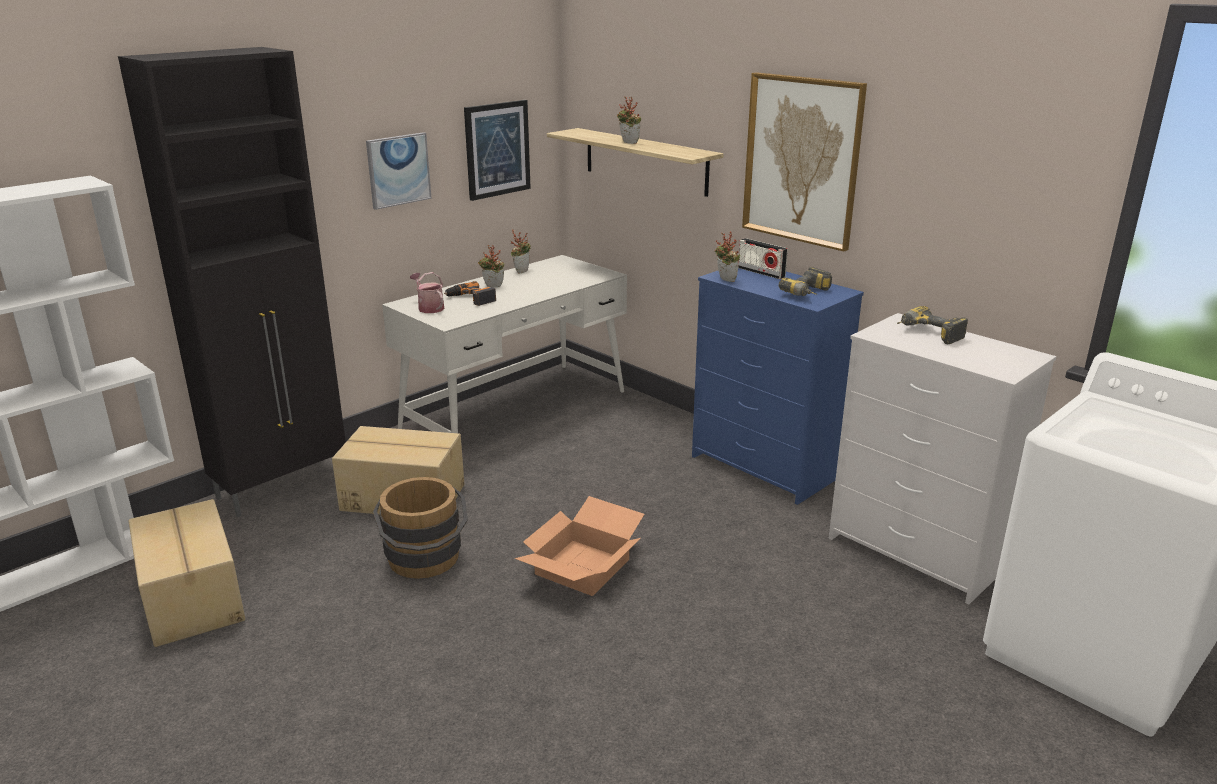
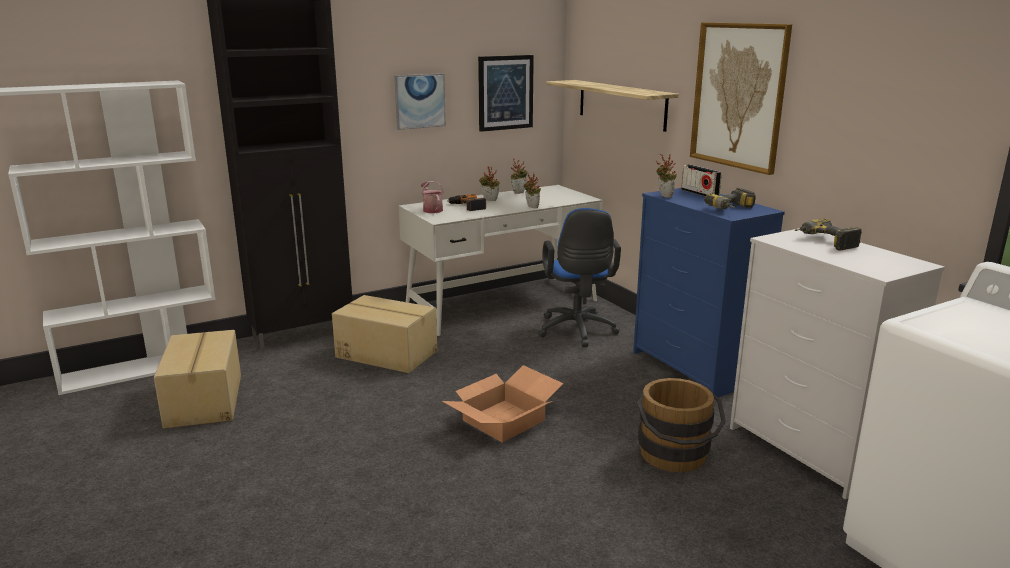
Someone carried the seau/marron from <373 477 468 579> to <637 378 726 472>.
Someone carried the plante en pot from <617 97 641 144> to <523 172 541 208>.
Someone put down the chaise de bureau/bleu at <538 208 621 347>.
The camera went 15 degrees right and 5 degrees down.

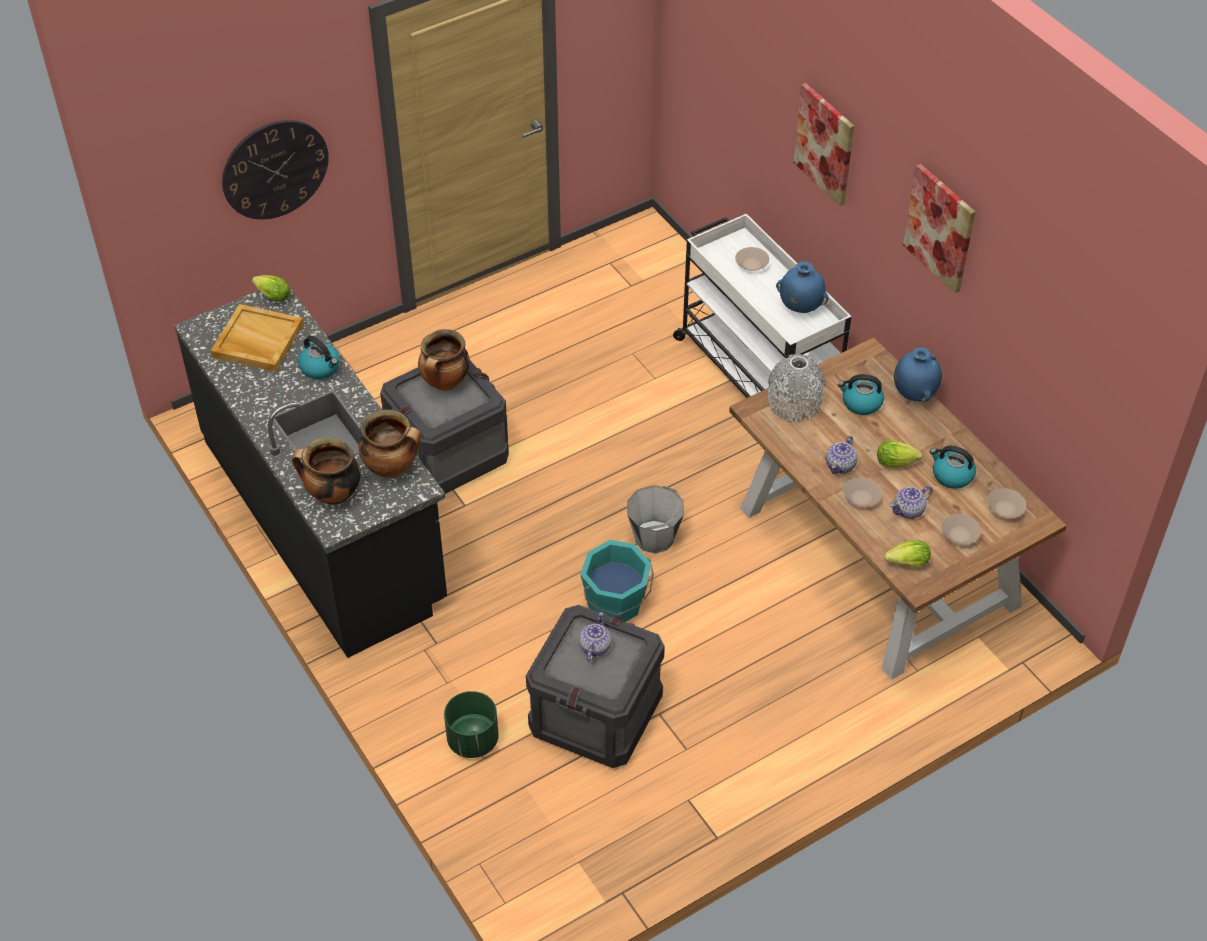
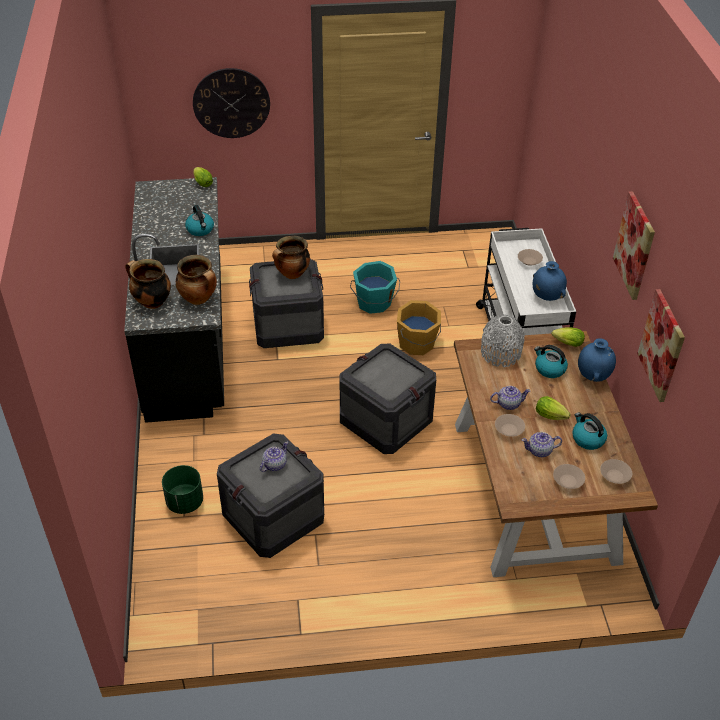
Someone took away the plateau/beige at <211 304 304 372>.
Someone carried the seau/turquoise from <580 540 654 622> to <350 261 400 314>.
Someone swapped the seau/gris at <627 485 684 553> for the caisse at <339 344 436 454>.
Someone carried the tableau from <794 83 854 206> to <637 289 685 402>.
Someone rotated the théière at <826 436 857 474> by 150 degrees counterclockwise.
Someone carried the laitue from <884 540 931 566> to <552 327 585 347>.
Someone put down the seau/orange at <397 300 441 355>.
The camera went 25 degrees right and 5 degrees down.

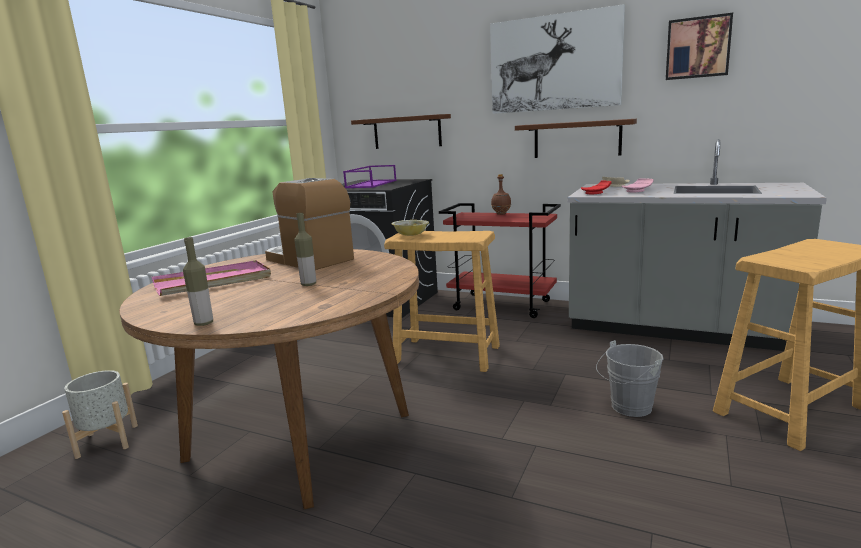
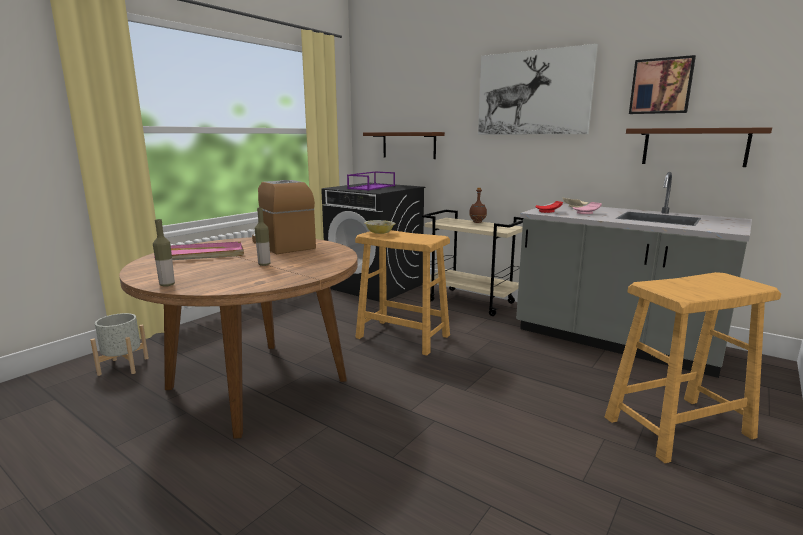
Someone repainted the chariot/rouge at <439 203 561 318>, which became the chariot/beige at <422 210 523 316>.
Someone carried the étagère/marron from <515 119 637 158> to <626 127 772 167>.
Someone took away the seau/gris at <596 340 664 417>.
The camera went 10 degrees right and 0 degrees up.

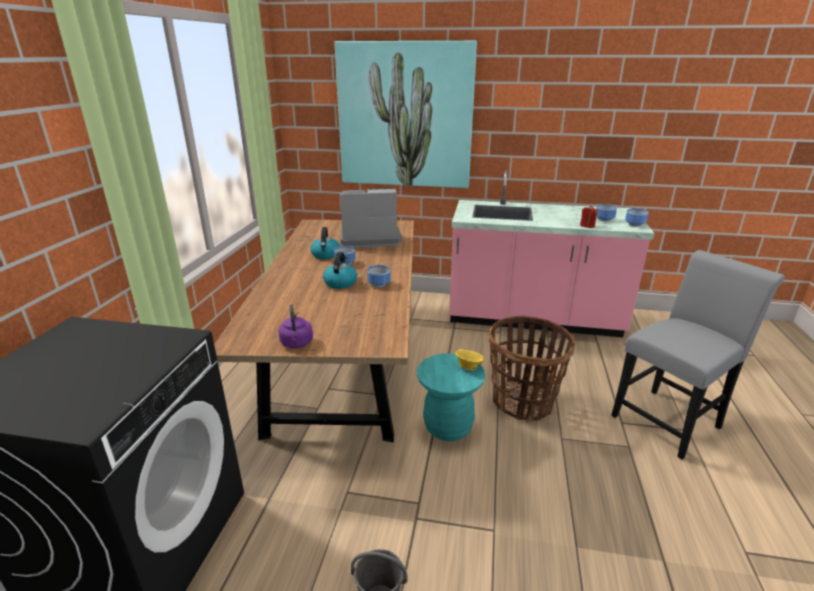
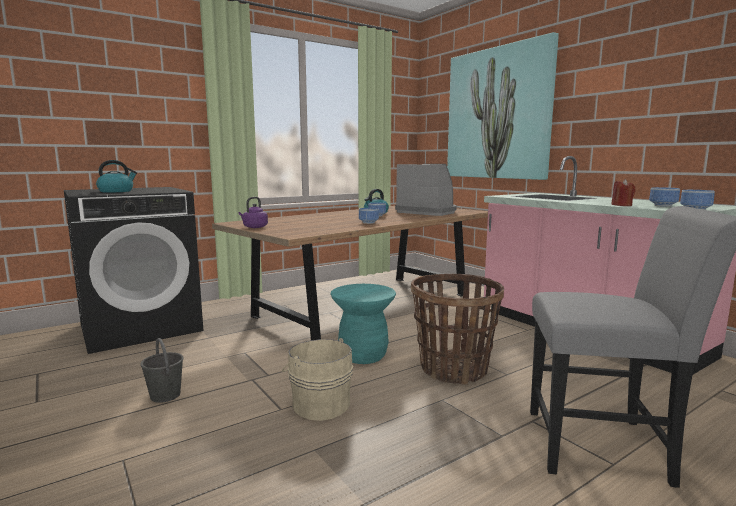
Someone carried the bouilloire from <323 252 357 289> to <96 160 137 192>.
Someone took away the bol/jaune at <456 349 485 370>.
Someone put down the seau/beige at <282 338 353 421>.
The camera went 45 degrees right and 15 degrees down.

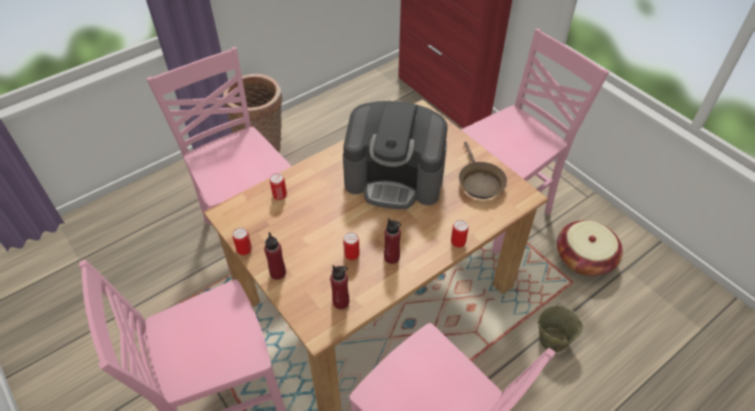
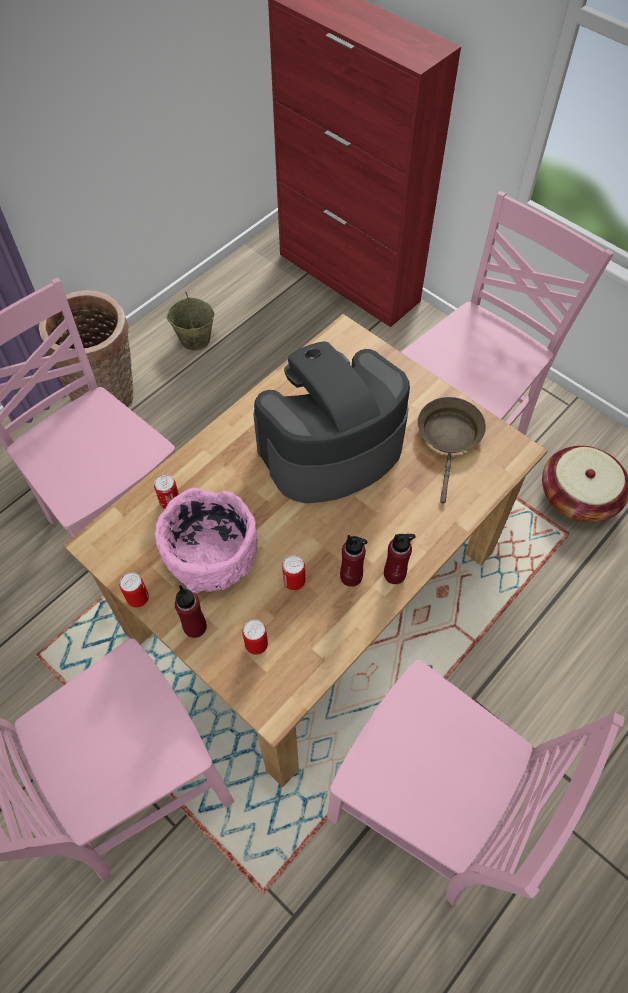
Someone carried the bouteille/rouge from <330 265 349 309> to <384 534 415 584>.
Someone rotated the machine à café at <343 101 447 209> by 150 degrees clockwise.
Someone carried the boîte métallique from <451 220 469 248> to <242 619 268 655>.
Someone rotated the poêle/marron at <459 142 507 199> by 150 degrees counterclockwise.
Someone carried the seau/beige from <537 303 583 353> to <166 292 215 351>.
Someone put down the bol/rose at <154 488 258 593>.
The camera went 10 degrees left and 10 degrees up.

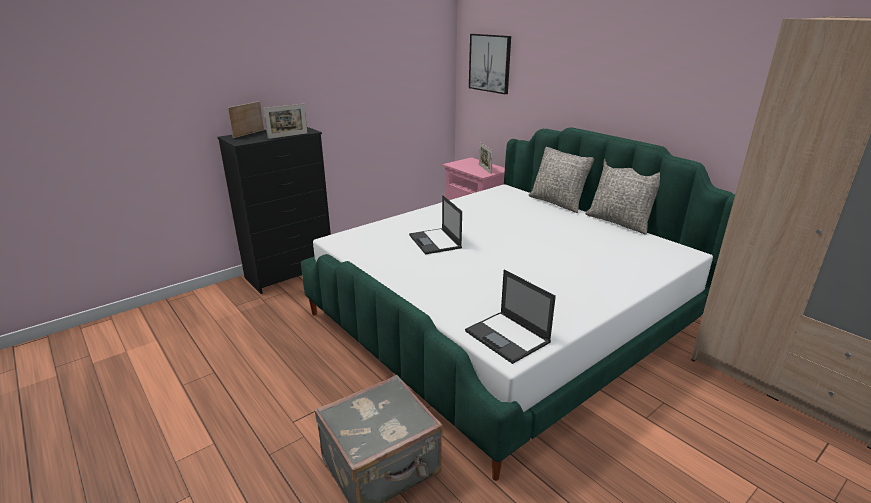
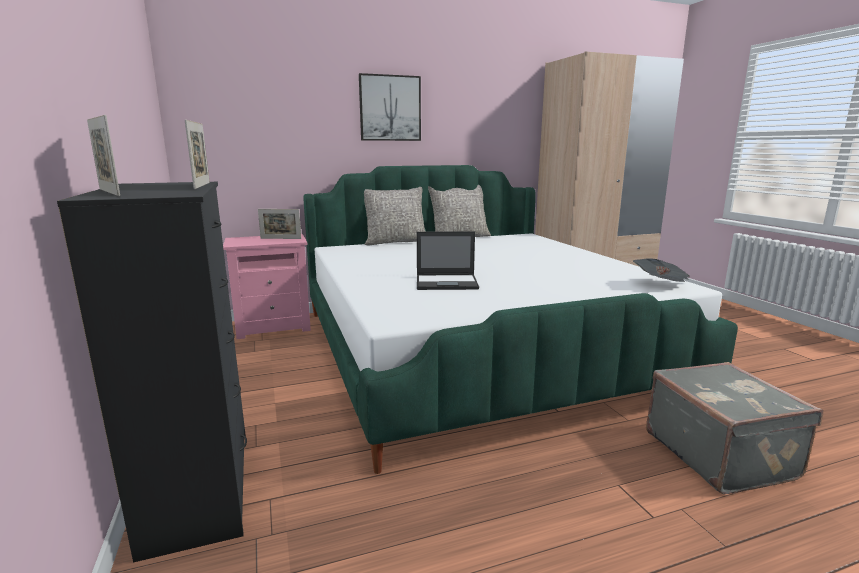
Someone swapped the ordinateur portable at <465 269 556 364> for the journal at <633 258 690 282>.
Someone carried the tableau from <469 34 511 94> to <359 73 421 141>.
The camera went 70 degrees left and 10 degrees down.

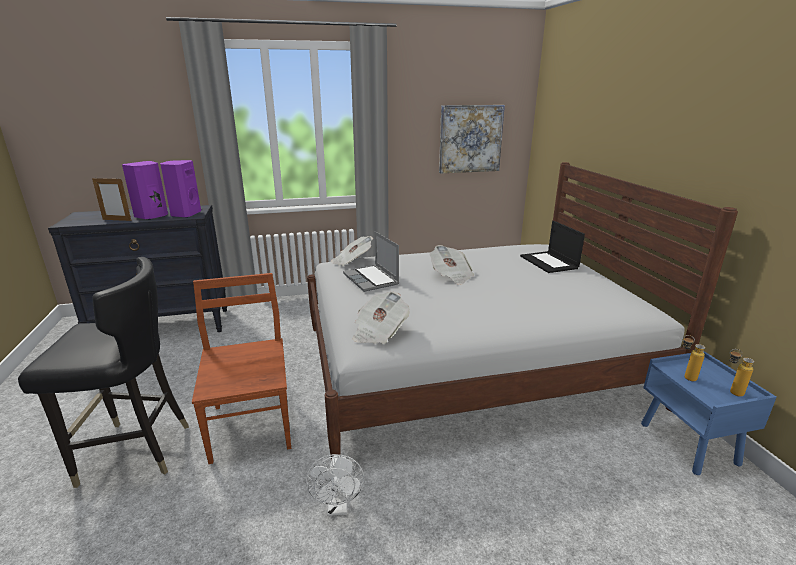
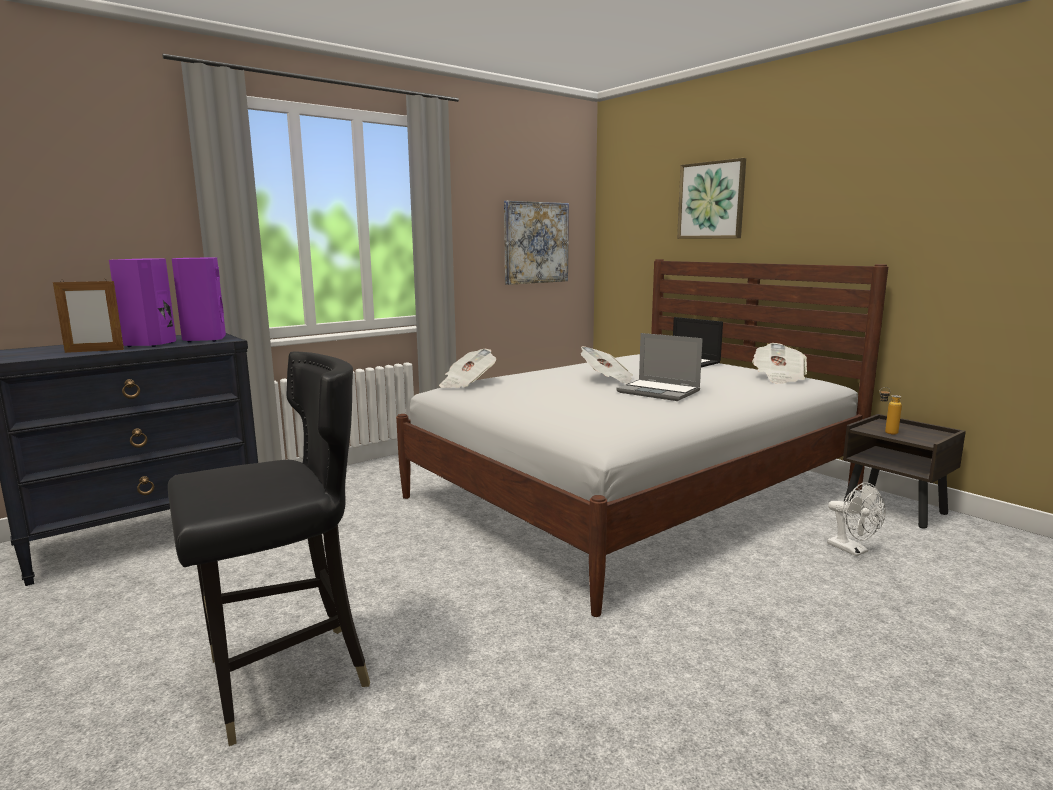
Someone took away the chaise/marron at <192 273 291 464>.
Someone carried the ventilateur/blanc from <306 454 364 516> to <827 482 885 556>.
Someone carried the ordinateur portable from <343 231 399 292> to <617 333 703 401>.
Someone carried the journal from <352 292 410 344> to <752 343 807 384>.
Someone repainted the table de chevet/bleu at <641 351 777 475>, which became the table de chevet/marron at <843 414 966 529>.
Someone took away the bouteille at <729 349 754 397>.
Someone put up the tableau at <677 158 746 239>.
The camera went 25 degrees left and 10 degrees down.

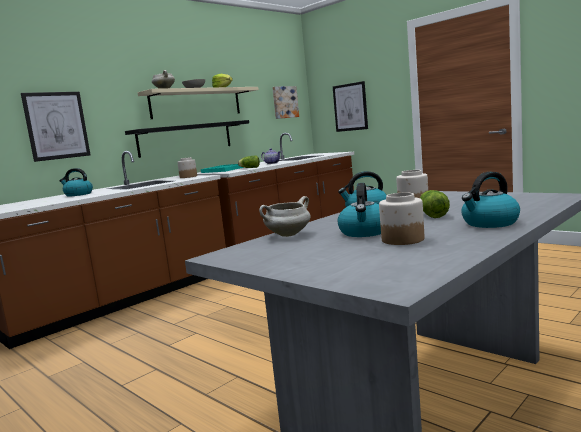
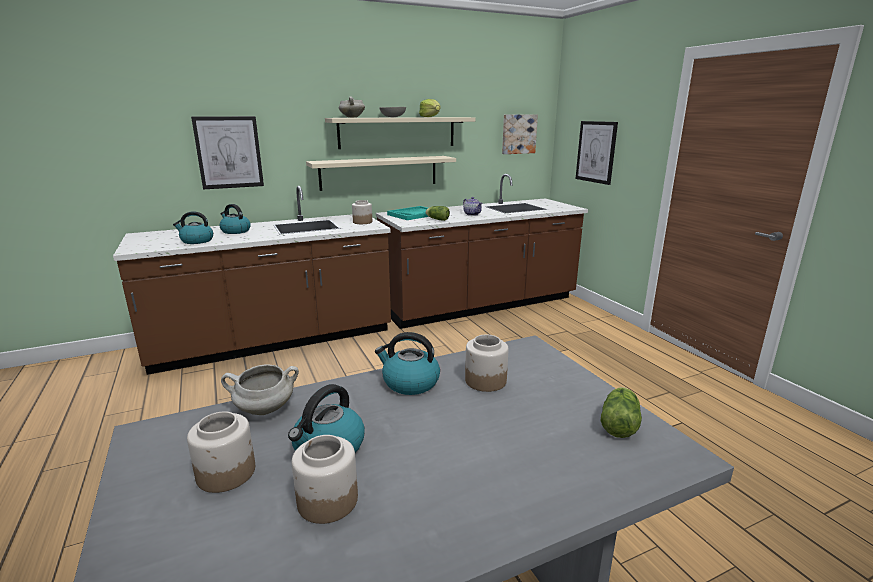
Someone repainted the étagère/noir at <125 120 249 158>, which became the étagère/beige at <306 156 456 191>.
Someone carried the laitue from <420 190 450 218> to <600 387 642 438>.
Someone carried the bouilloire from <461 172 520 228> to <173 211 213 244>.
Someone put down the bocal at <187 411 255 493>.
The camera went 20 degrees right and 10 degrees up.

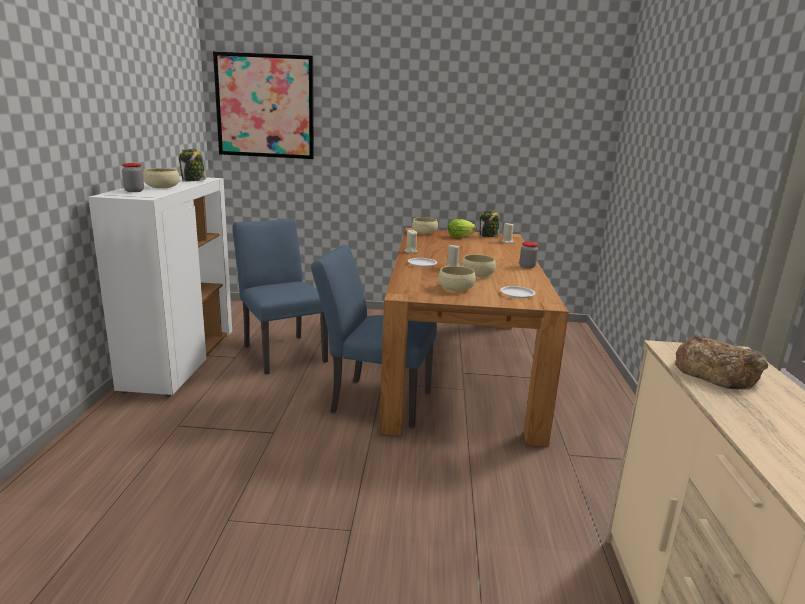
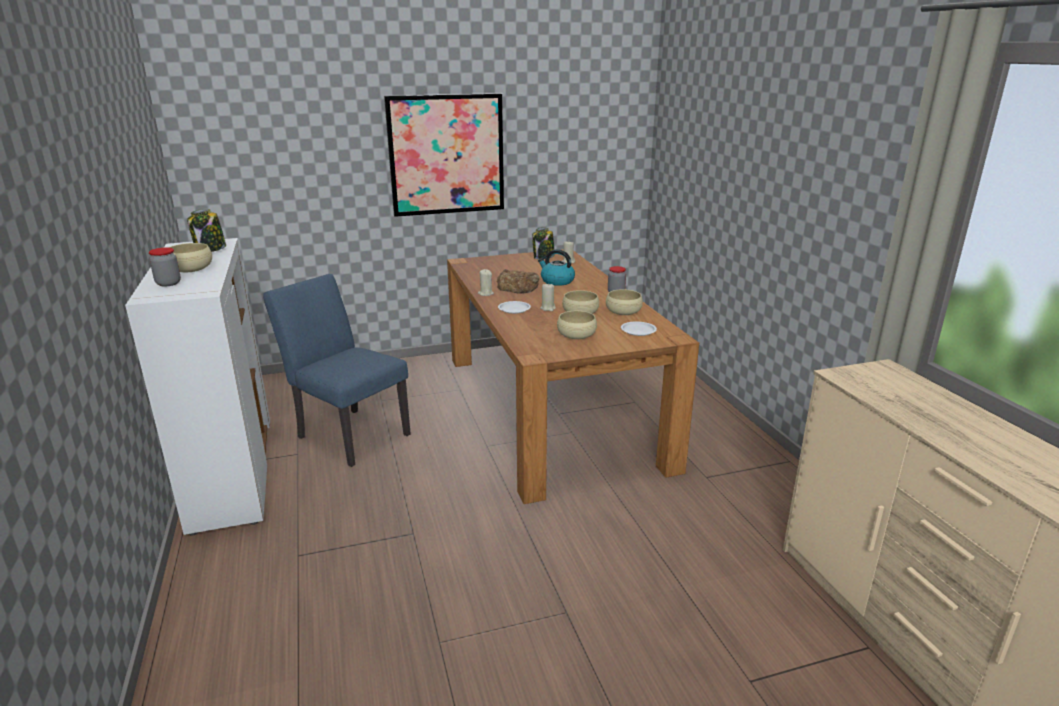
Someone carried the tableau from <213 51 314 159> to <384 93 504 217>.
Someone took away the chaise/bleu at <311 245 437 428>.
Someone carried the bol/beige from <412 217 438 234> to <606 289 643 315>.
Someone took away the laitue at <448 219 477 237>.
Someone carried the pain from <675 334 768 390> to <497 269 539 294>.
Someone put down the bouilloire at <538 249 575 286>.
The camera went 20 degrees left and 5 degrees up.

